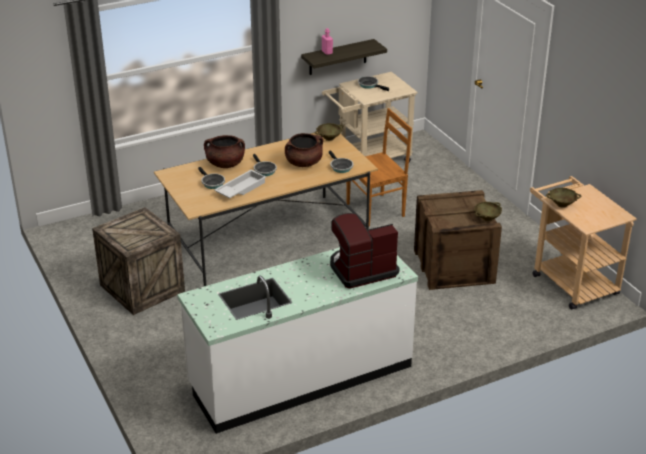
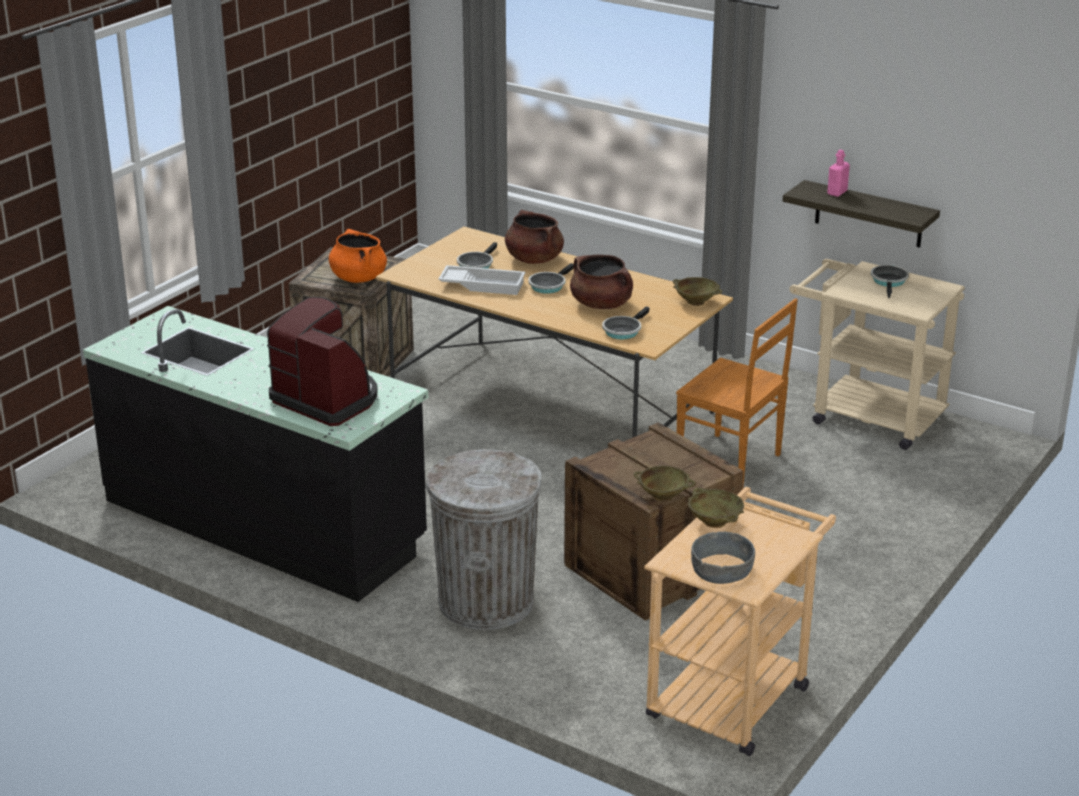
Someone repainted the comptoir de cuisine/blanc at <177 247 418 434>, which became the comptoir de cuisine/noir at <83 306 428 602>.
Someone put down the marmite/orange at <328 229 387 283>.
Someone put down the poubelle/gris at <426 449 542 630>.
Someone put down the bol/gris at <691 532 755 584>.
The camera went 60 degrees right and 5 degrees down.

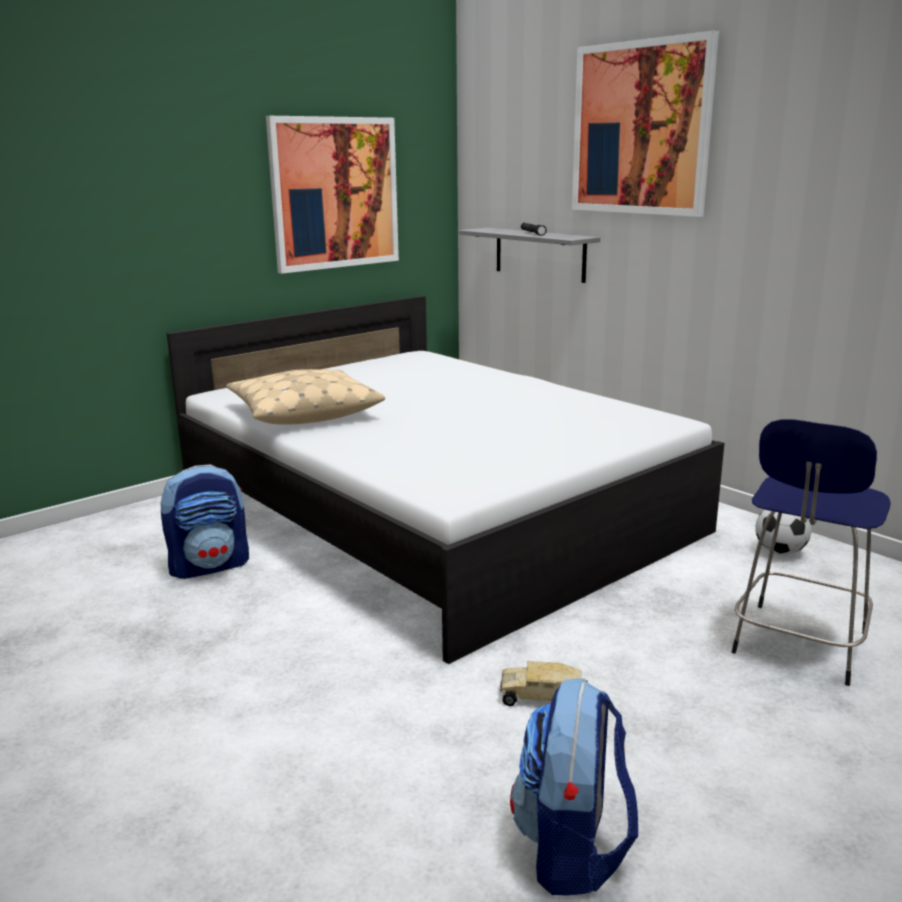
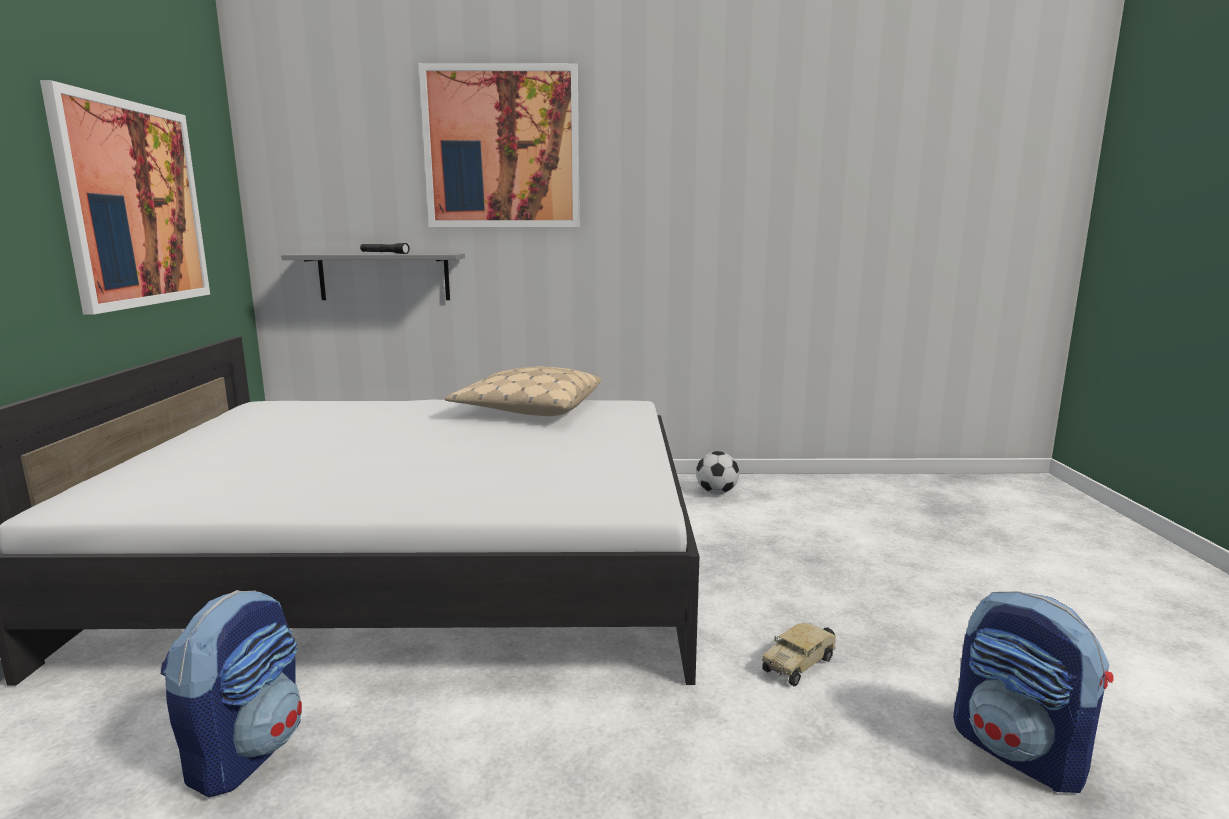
Someone carried the coussin/beige from <226 369 385 425> to <445 367 602 416>.
Someone took away the tabouret/bleu at <732 419 891 686>.
The camera went 50 degrees left and 5 degrees down.

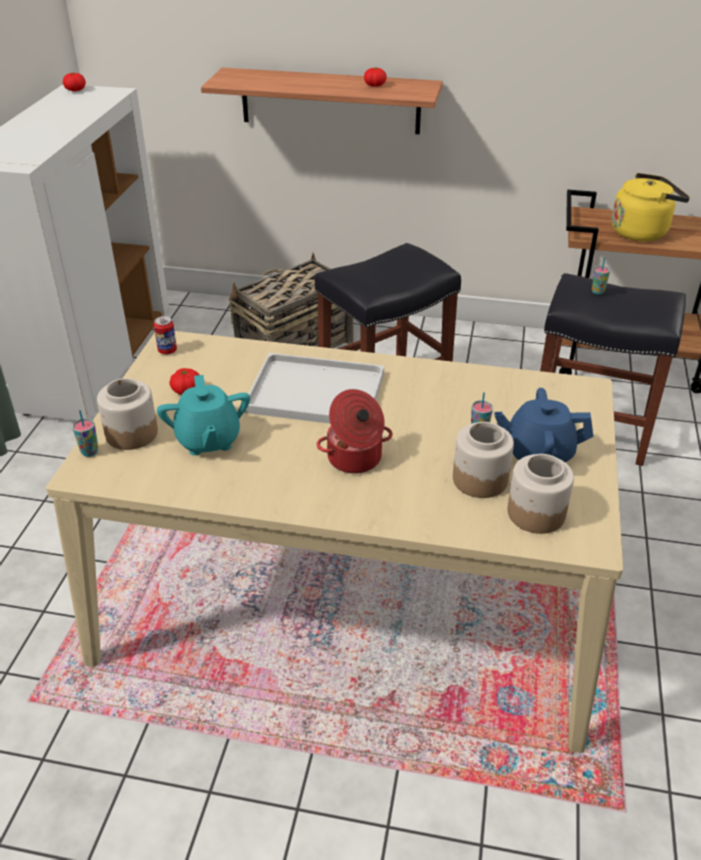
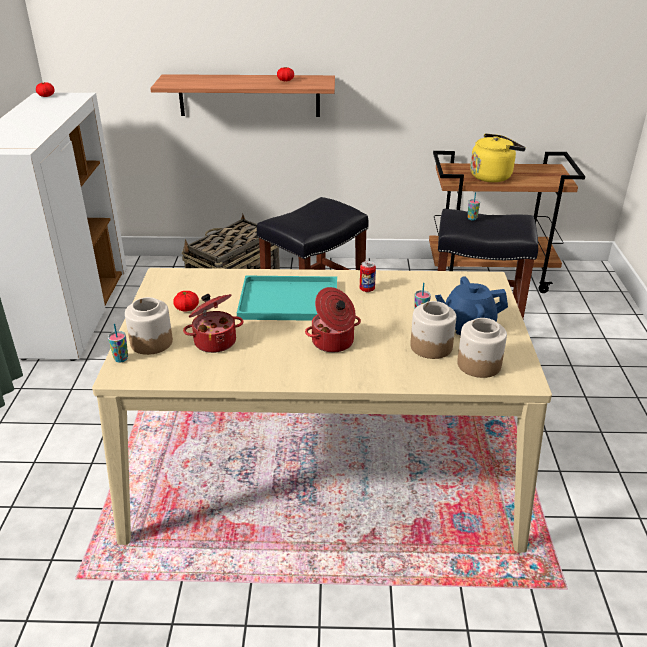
Someone carried the boîte métallique from <154 316 177 355> to <360 261 376 292>.
Someone swapped the théière/turquoise at <157 375 250 455> for the marmite at <183 294 244 353>.
Someone repainted the plateau/blanc at <244 353 384 424>, which became the plateau/turquoise at <237 276 337 321>.
The camera went 10 degrees left and 5 degrees down.

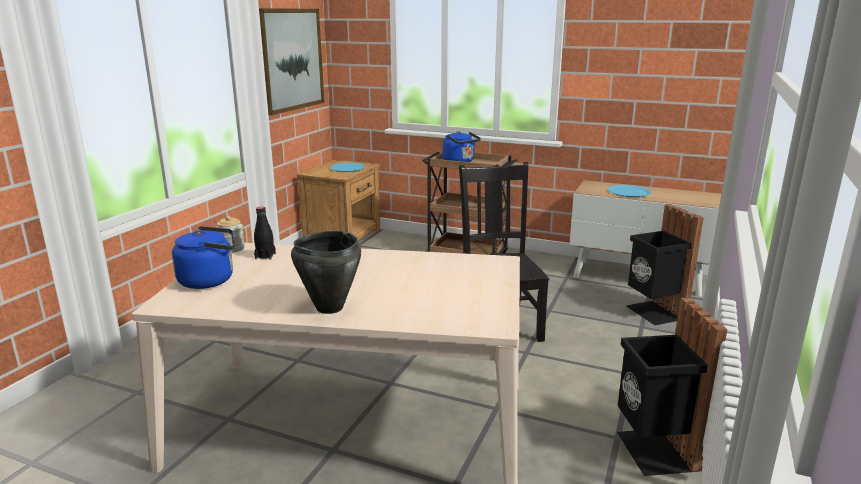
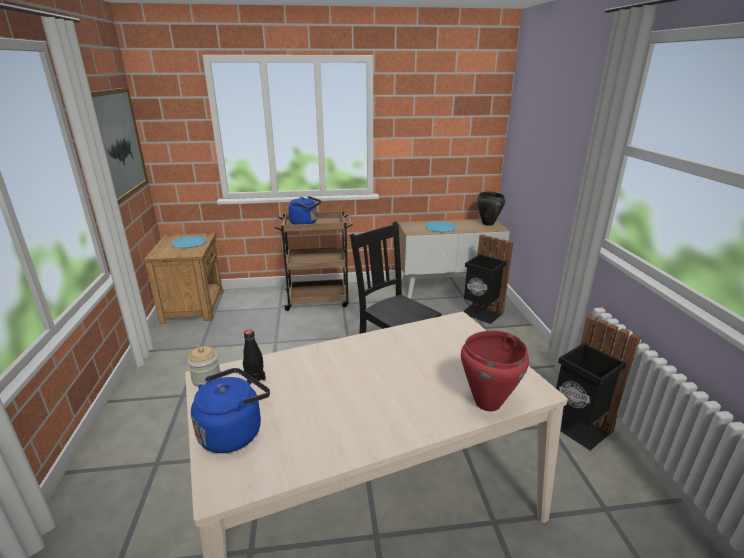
Someone carried the marmite/noir from <291 231 361 314> to <477 191 505 226>.
Someone put down the marmite/rouge at <461 331 529 411>.
The camera went 30 degrees left and 5 degrees up.

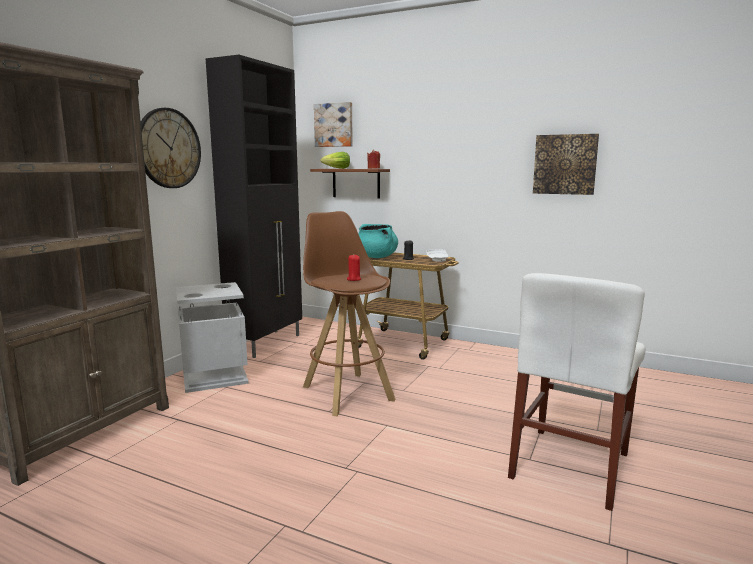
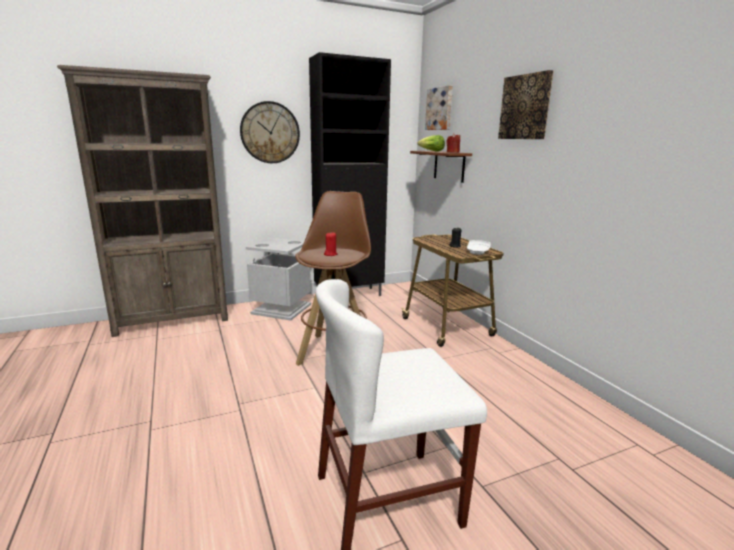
Someone took away the marmite/turquoise at <358 224 398 258>.
Someone carried the tableau from <533 134 599 195> to <498 70 553 139>.
The camera went 40 degrees right and 5 degrees up.

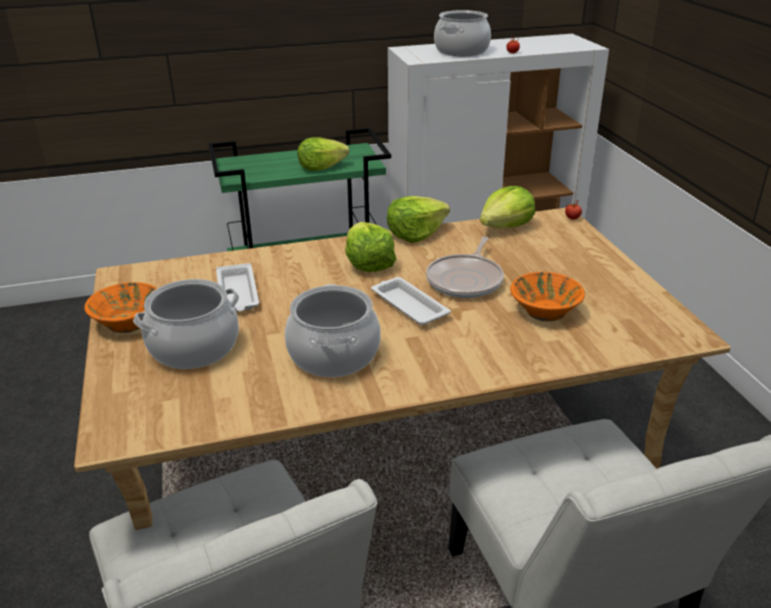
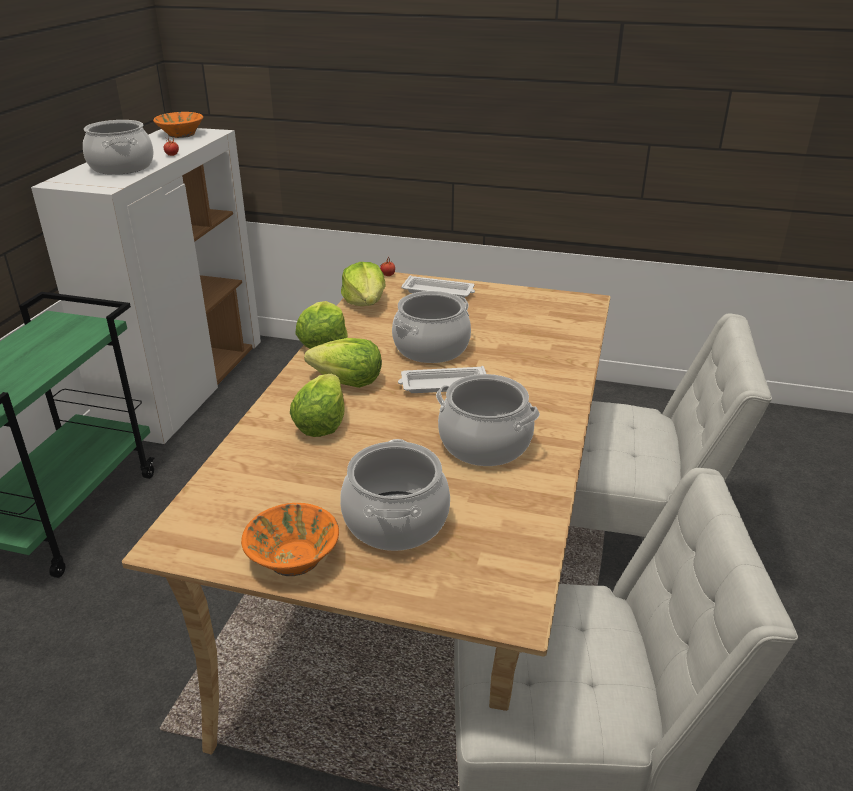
Someone carried the plateau/blanc from <216 263 259 312> to <401 275 475 298>.
Someone carried the laitue from <297 138 349 171> to <290 374 344 437>.
Someone swapped the poêle at <426 236 504 298> for the marmite at <392 291 471 363>.
Someone carried the bol/orange from <510 272 585 321> to <153 112 203 138>.
The camera went 60 degrees left and 0 degrees up.

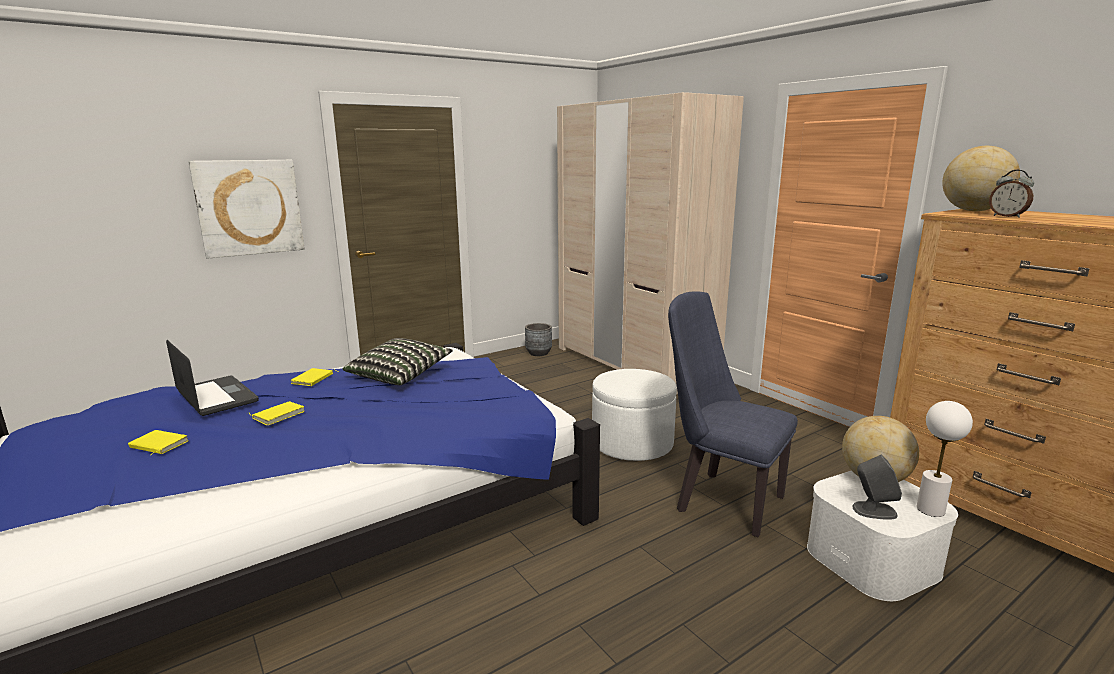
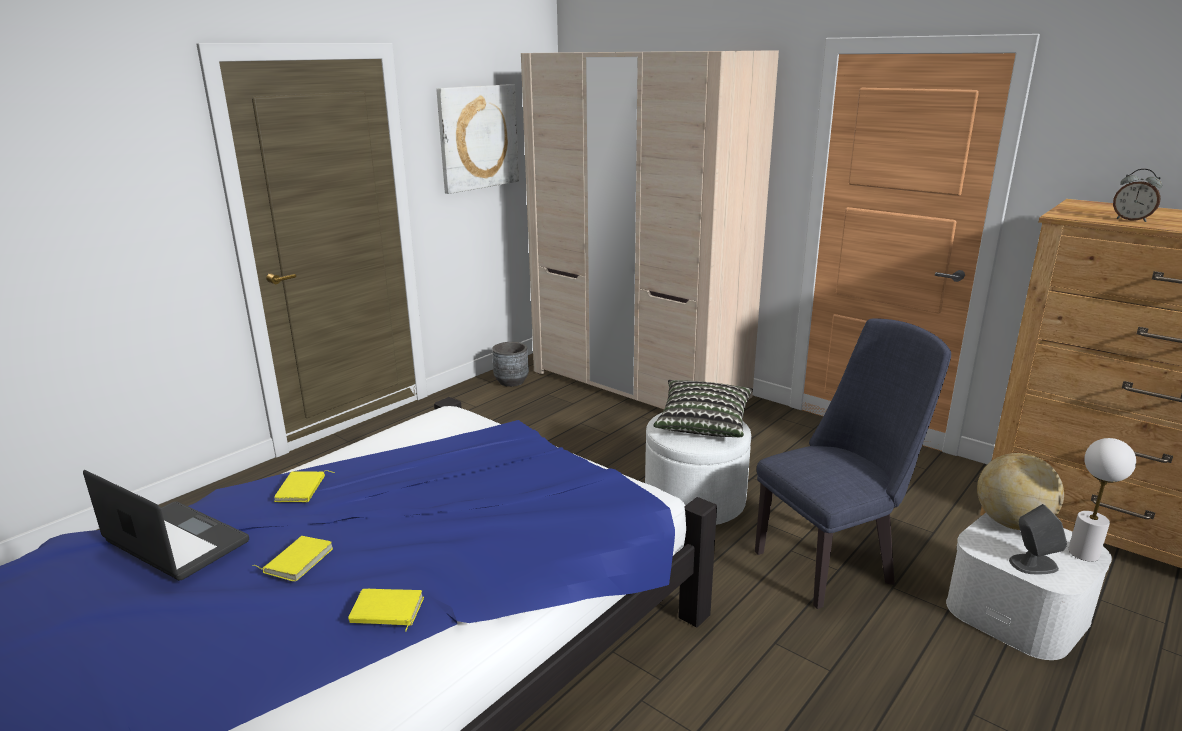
Someone carried the livre/jaune from <128 430 189 455> to <348 589 424 631>.
Someone carried the tableau from <188 160 305 259> to <436 84 519 194>.
Someone carried the coussin from <343 338 453 385> to <653 380 753 437>.
Someone rotated the chaise/bleu at <668 291 798 537> by 135 degrees clockwise.
Someone took away the globe at <942 146 1020 211>.
The camera went 15 degrees left and 5 degrees up.

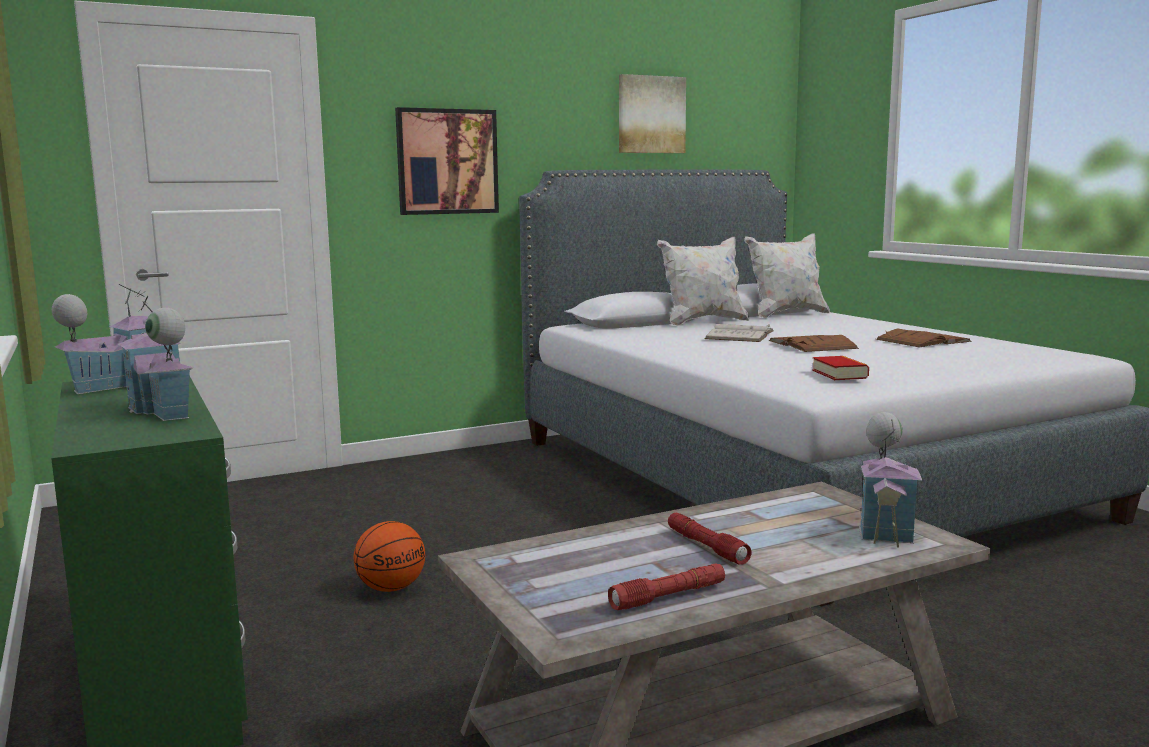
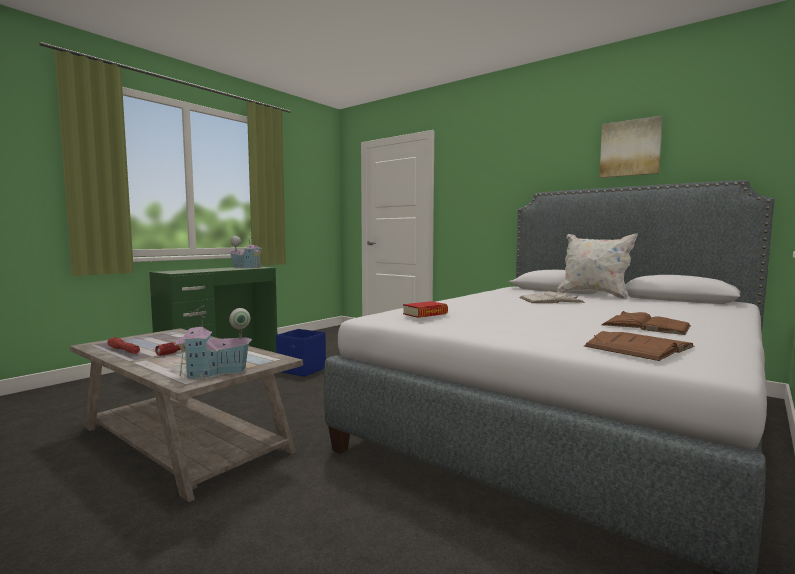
Someone took away the maison miniature at <117 296 193 421>.
Someone swapped the ballon de basket at <354 521 425 592> for the boîte de rangement/bleu at <276 329 326 377>.
Someone took away the tableau at <395 107 499 215>.
Someone took away the coussin/blanc at <745 233 830 318>.
Someone carried the livre/marron from <769 335 859 352> to <584 331 694 361>.
The camera went 65 degrees right and 5 degrees down.

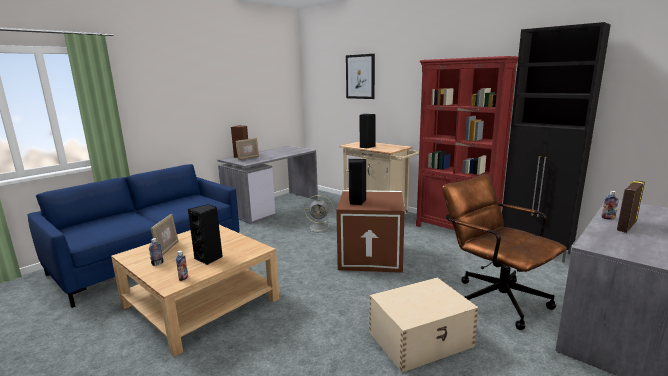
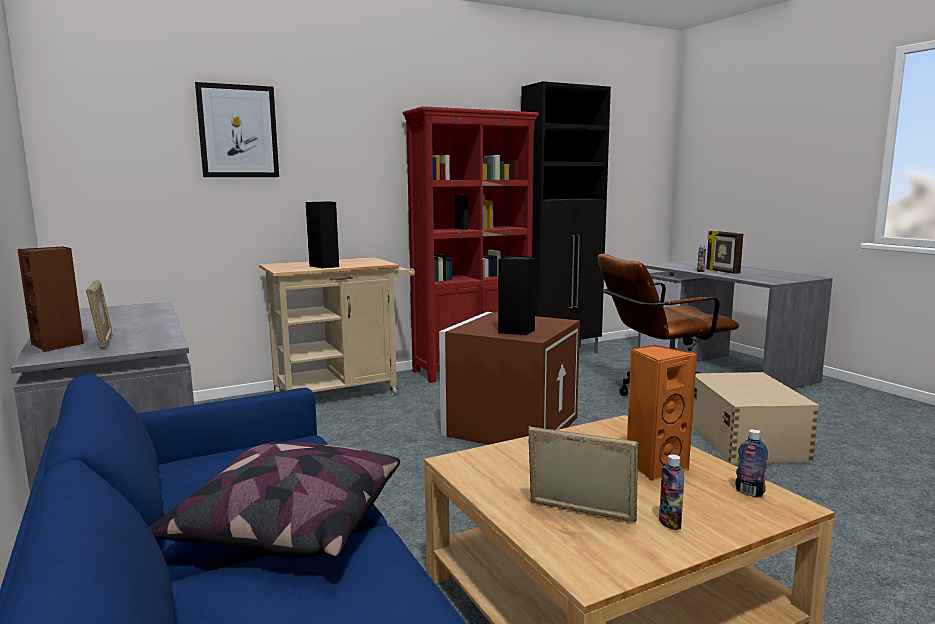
Someone repainted the enceinte/noir at <188 204 223 265>, which became the enceinte/orange at <627 345 697 482>.
Someone took away the ventilateur/gris at <304 195 335 232>.
Someone put down the coussin at <149 441 400 558>.
The camera went 70 degrees left and 5 degrees down.

